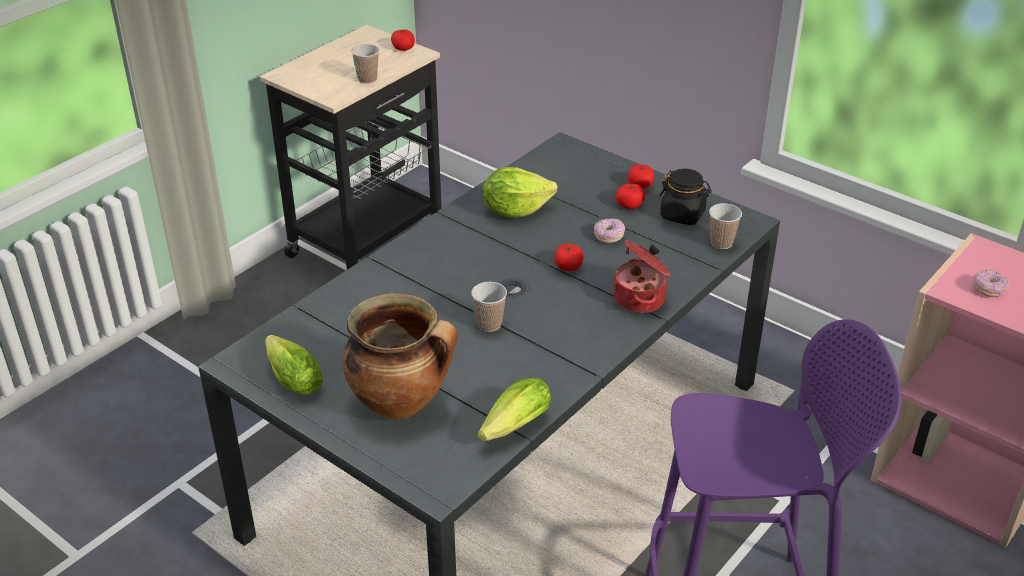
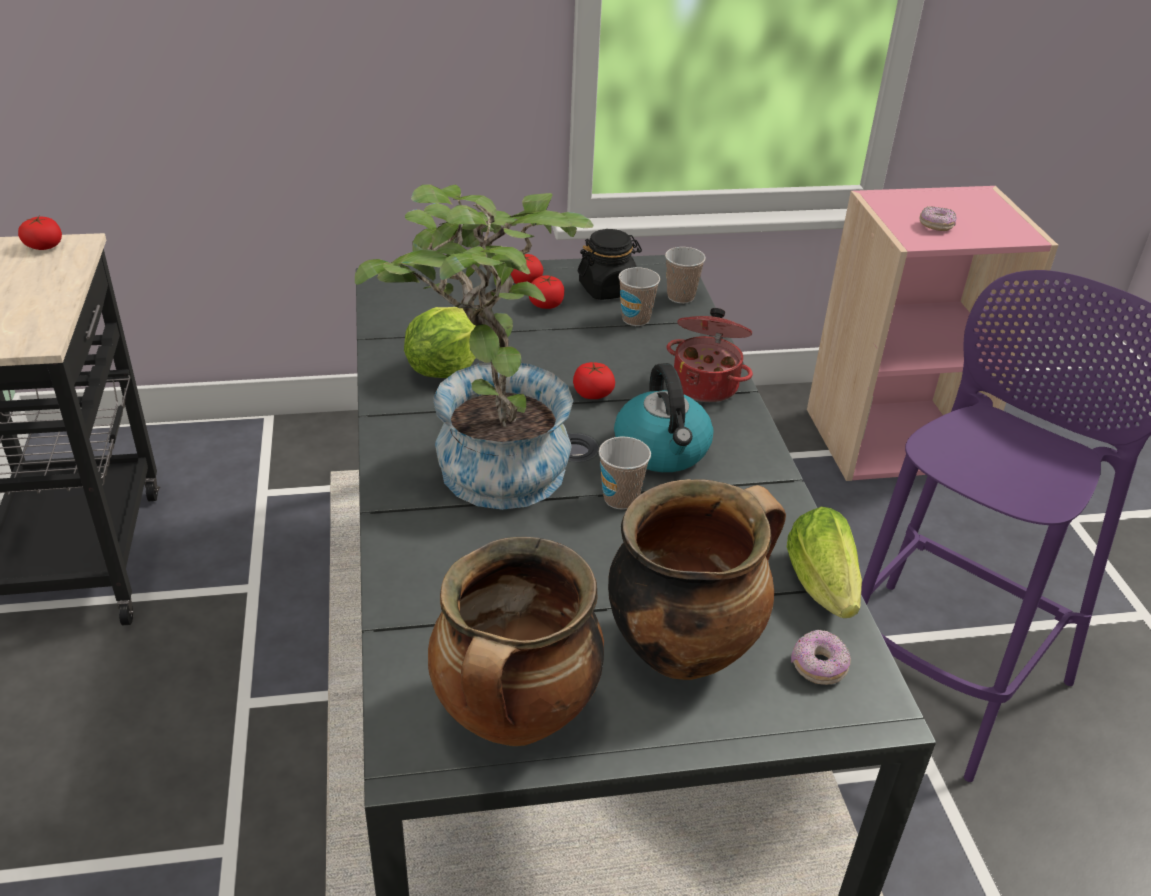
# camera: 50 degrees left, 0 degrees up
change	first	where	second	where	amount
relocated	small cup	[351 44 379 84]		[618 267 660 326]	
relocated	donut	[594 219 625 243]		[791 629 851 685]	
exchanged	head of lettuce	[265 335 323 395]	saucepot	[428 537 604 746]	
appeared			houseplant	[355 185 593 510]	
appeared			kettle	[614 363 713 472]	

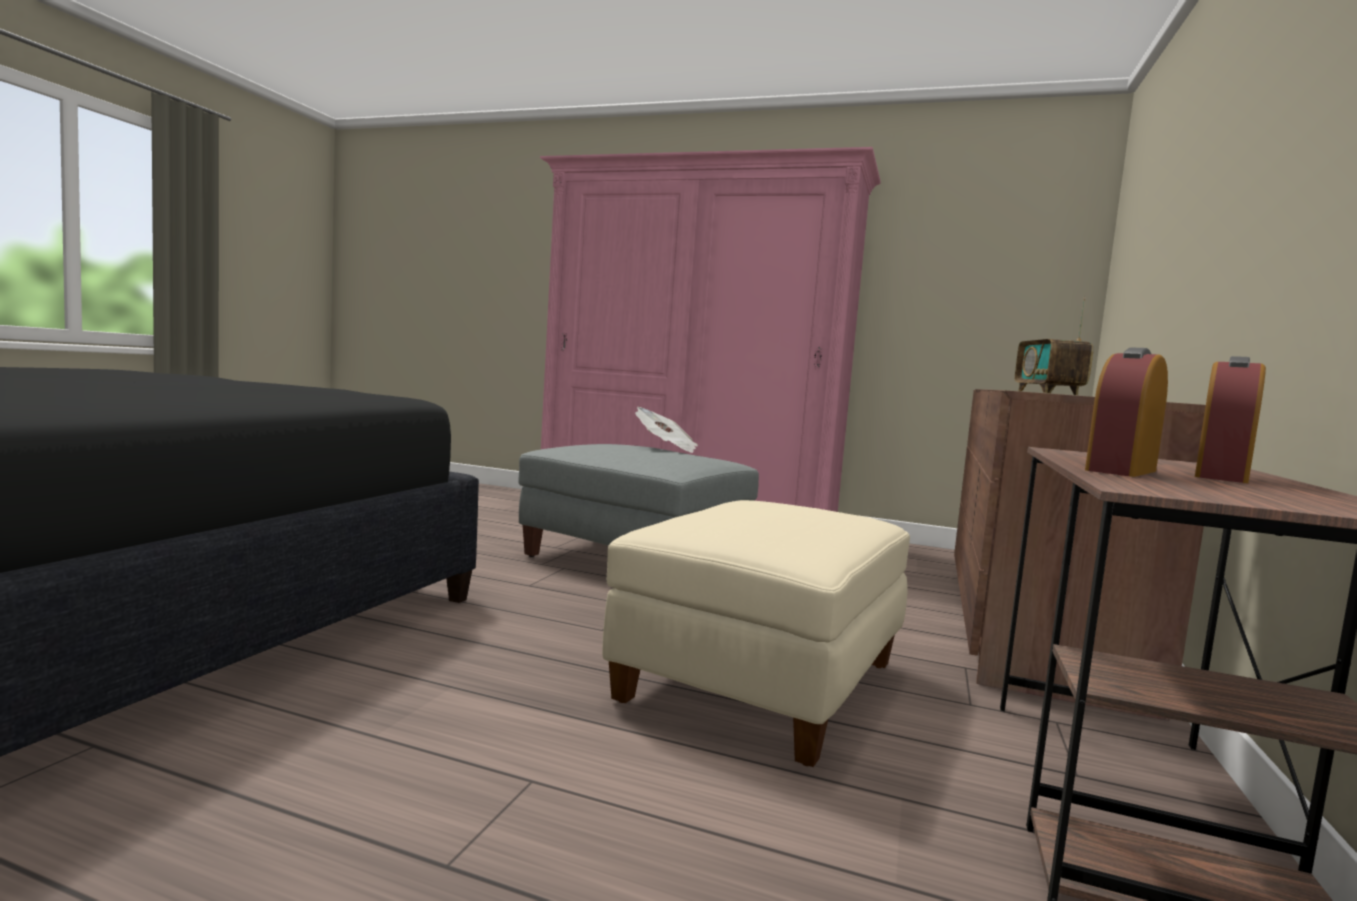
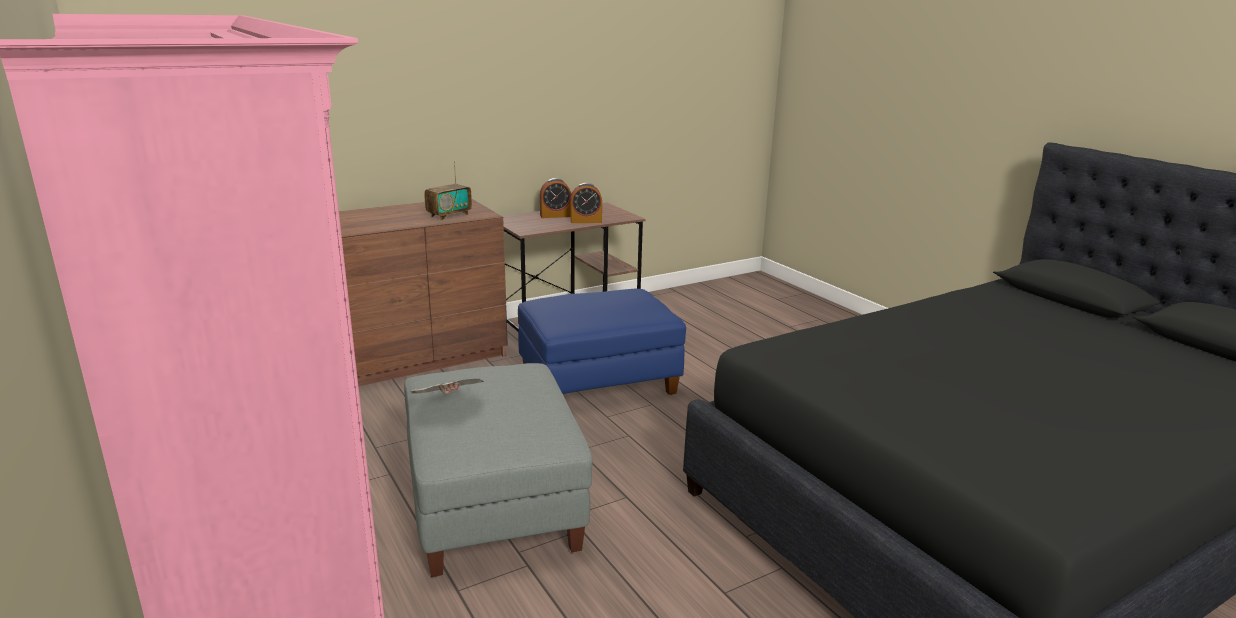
# camera: 140 degrees left, 15 degrees up
change	first	where	second	where	amount
colour	beige-coloured ottoman	[602 500 910 767]	bluish ottoman	[518 289 686 395]	

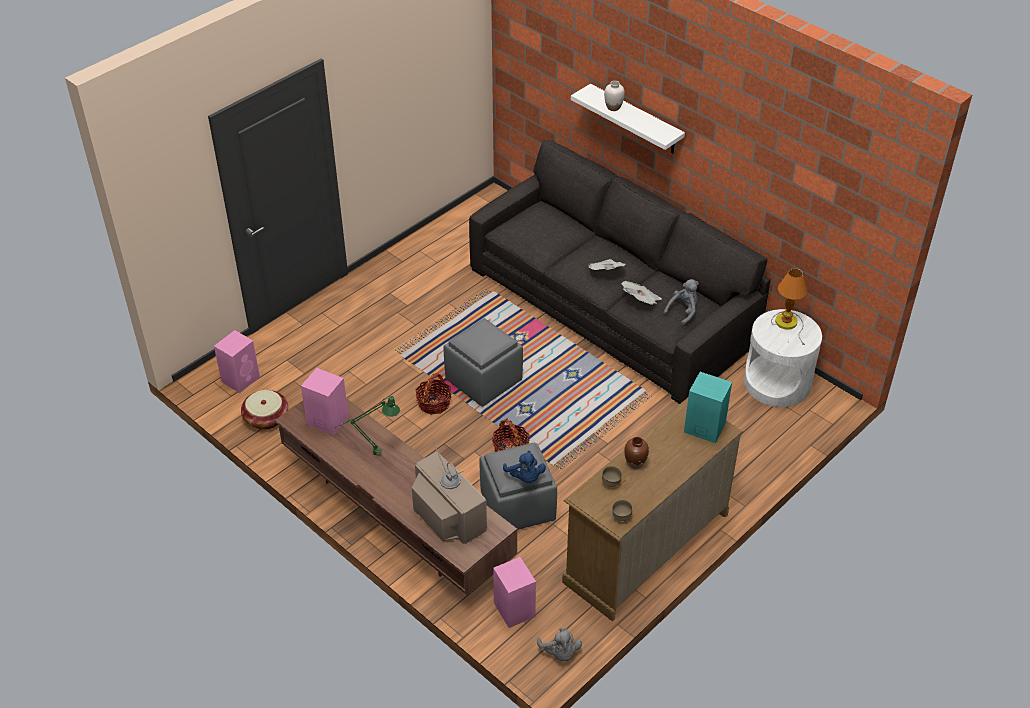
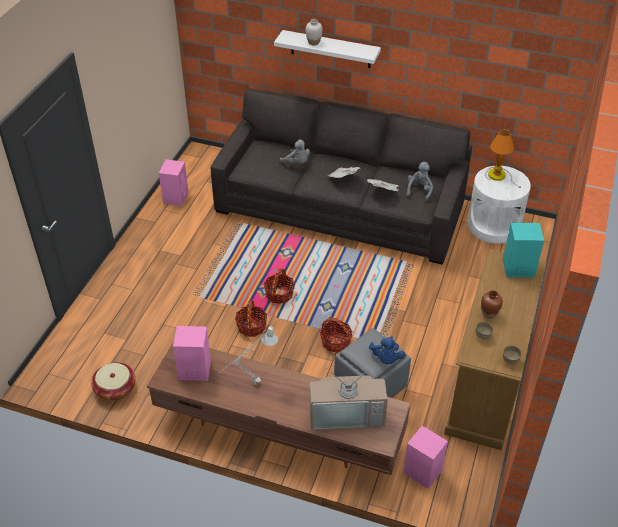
# camera: 25 degrees left, 0 degrees up
change	first	where	second	where	amount
exchanged	gray ottoman	[443 318 523 407]	basket	[264 269 295 304]	
relocated	pink-coloured loudspeaker	[214 330 260 393]		[159 159 189 206]	
colour	green-coloured table lamp	[334 396 400 455]	gray table lamp	[219 326 278 385]	
spun	TV set	[412 439 487 544]		[310 366 388 430]	150 degrees clockwise
spun	bluish cuddly toy	[503 451 546 483]		[369 336 405 364]	45 degrees clockwise
relocated	gray cuddly toy	[537 628 582 661]		[280 139 310 164]	

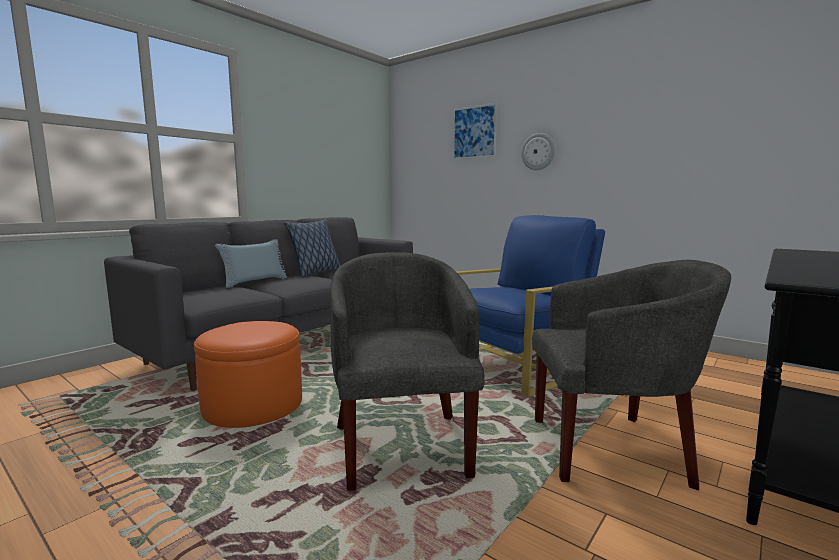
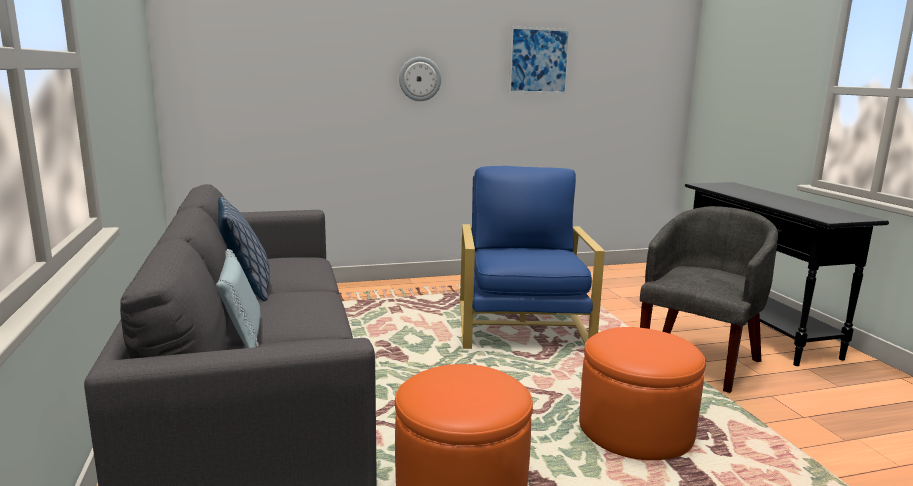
# camera: 55 degrees left, 5 degrees up
change	first	where	second	where	amount
relocated	wall art	[453 103 497 160]		[508 27 571 94]	
exchanged	gray armchair	[330 252 485 491]	orangey ottoman	[579 327 706 460]	

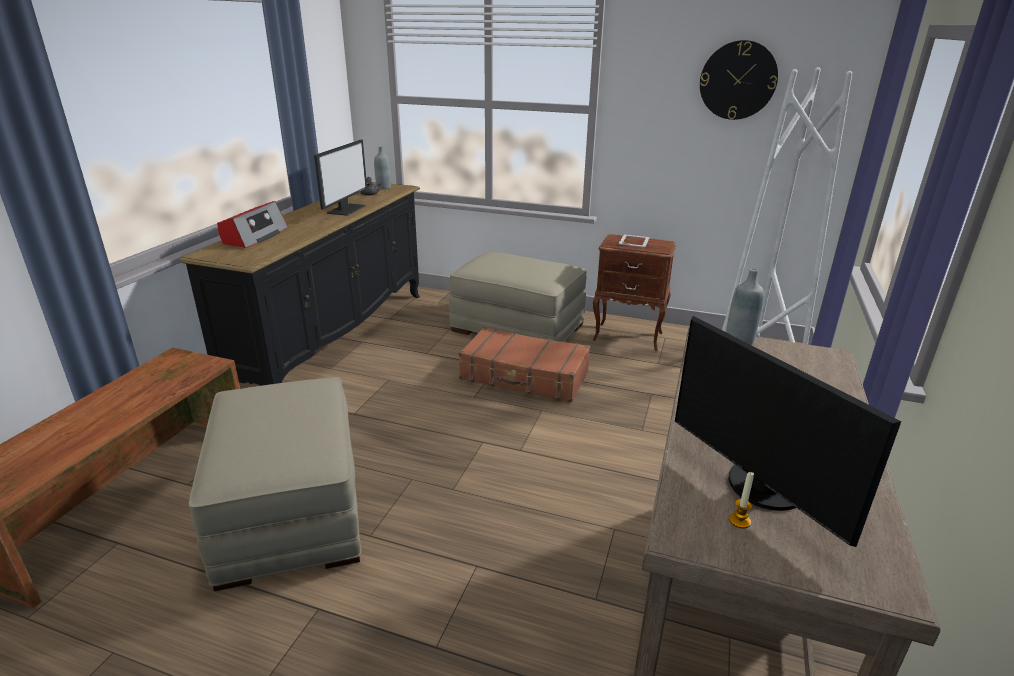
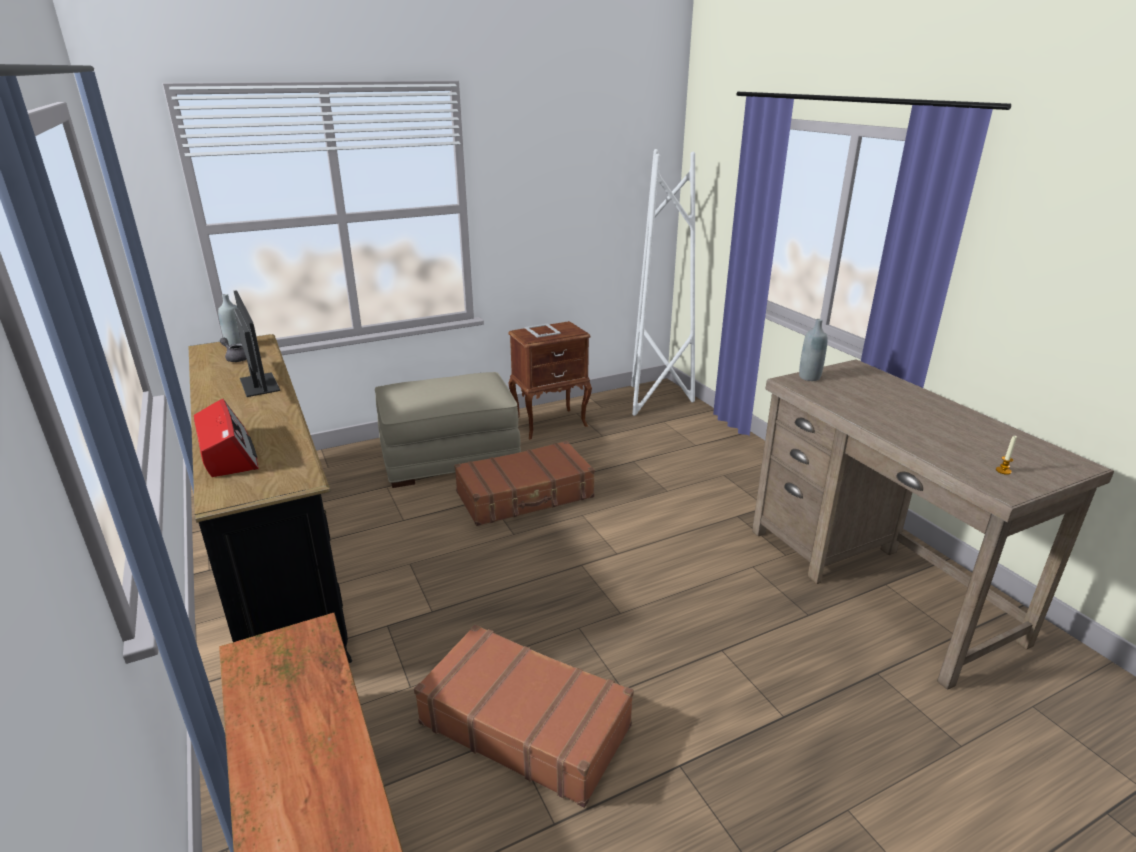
# camera: 45 degrees left, 0 degrees up
change	first	where	second	where	amount
missing	clock on the wall	[700 40 778 120]			
missing	computer screen	[675 316 901 547]			
exchanged	beige-coloured ottoman	[189 377 361 591]	brown suitcase	[414 624 634 808]	

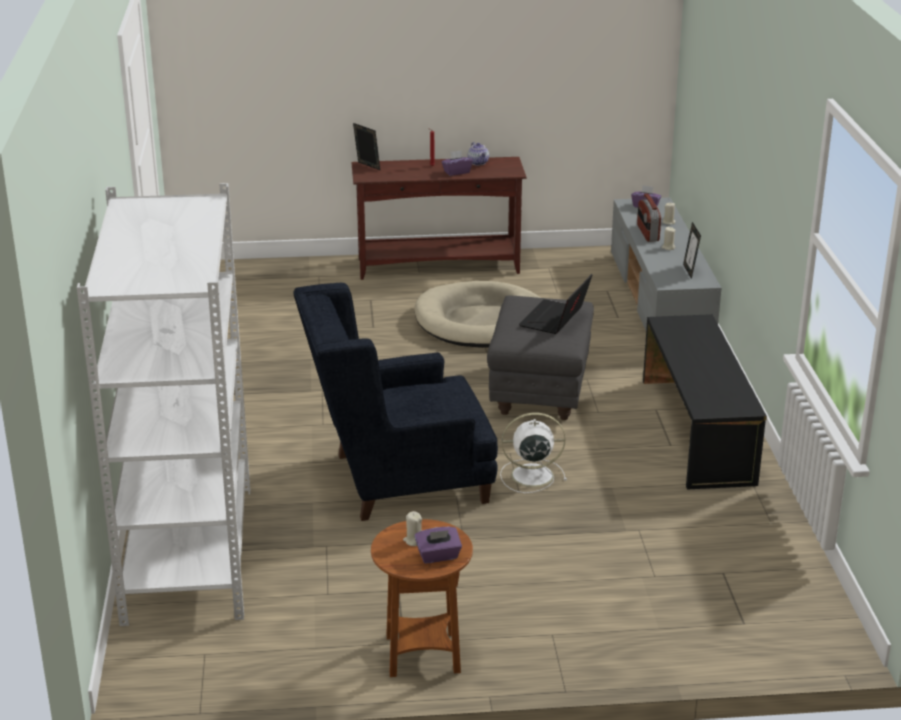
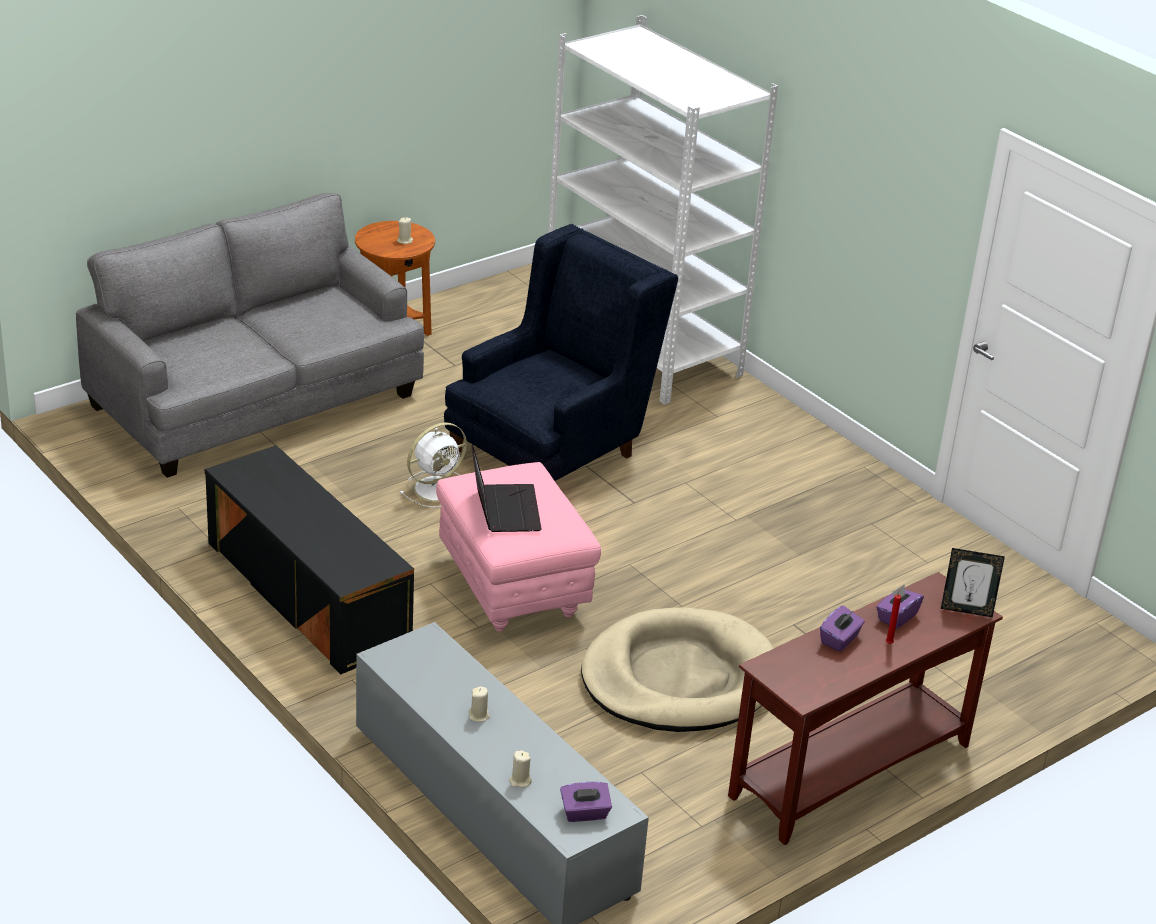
# camera: 145 degrees right, 5 degrees up
change	first	where	second	where	amount
missing	teapot	[468 142 489 166]			
missing	radio receiver	[637 194 661 242]			
missing	photo frame	[683 222 701 279]			
colour	gray ottoman	[487 295 594 420]	pink-coloured ottoman	[436 462 601 632]	
relocated	purplish tissue holder	[415 527 462 563]		[876 584 924 629]	
appeared			gray settee	[76 193 424 478]	

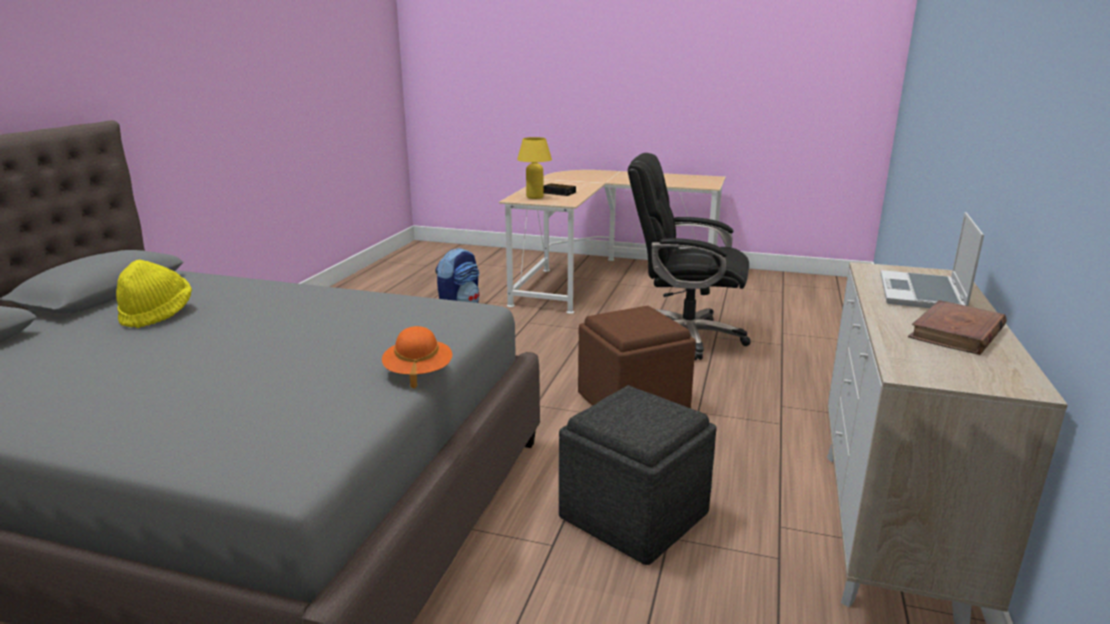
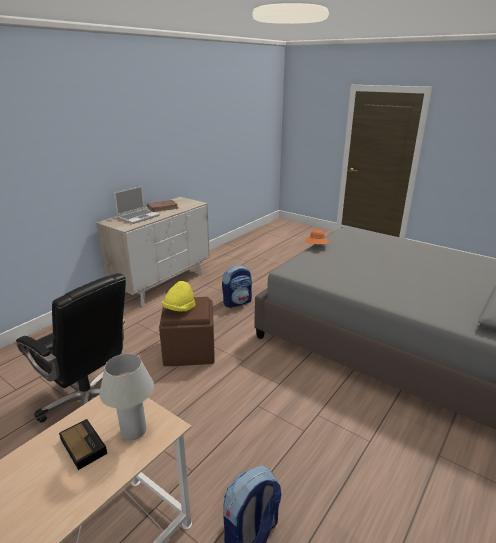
# camera: 160 degrees left, 5 degrees up
change	first	where	second	where	amount
colour	yellowish table lamp	[517 137 552 199]	white-coloured table lamp	[99 354 154 440]	
relocated	yellowish hat	[116 260 192 328]		[161 281 195 311]	
exchanged	gray ottoman	[559 385 717 565]	backpack	[222 265 252 308]	

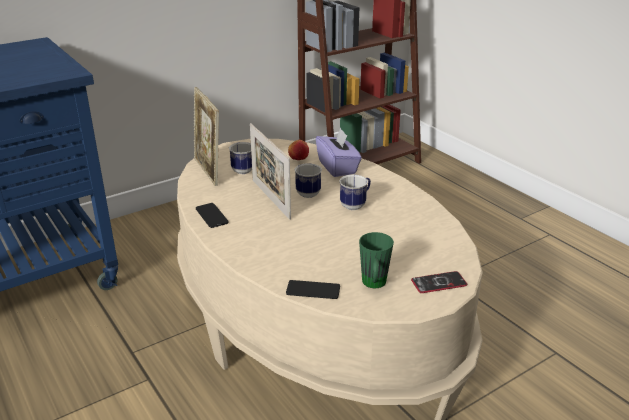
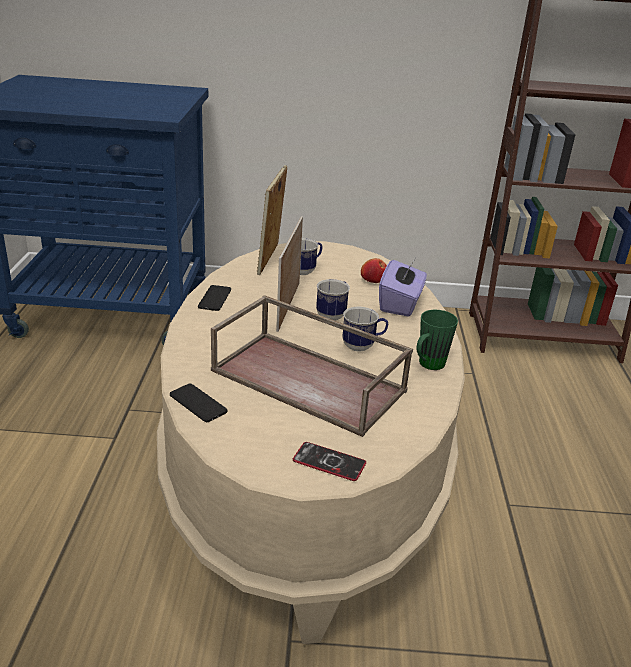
# camera: 35 degrees right, 0 degrees up
change	first	where	second	where	amount
relocated	green-coloured tea mug	[359 232 394 288]		[416 310 458 370]	
appeared			brown tray	[211 295 413 437]	

